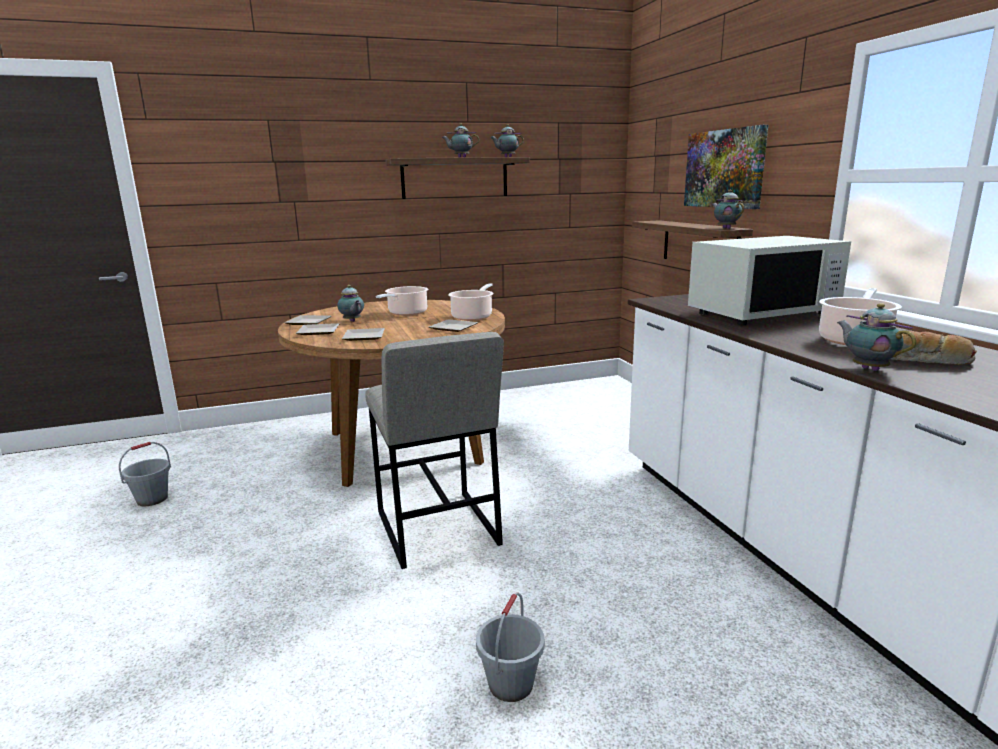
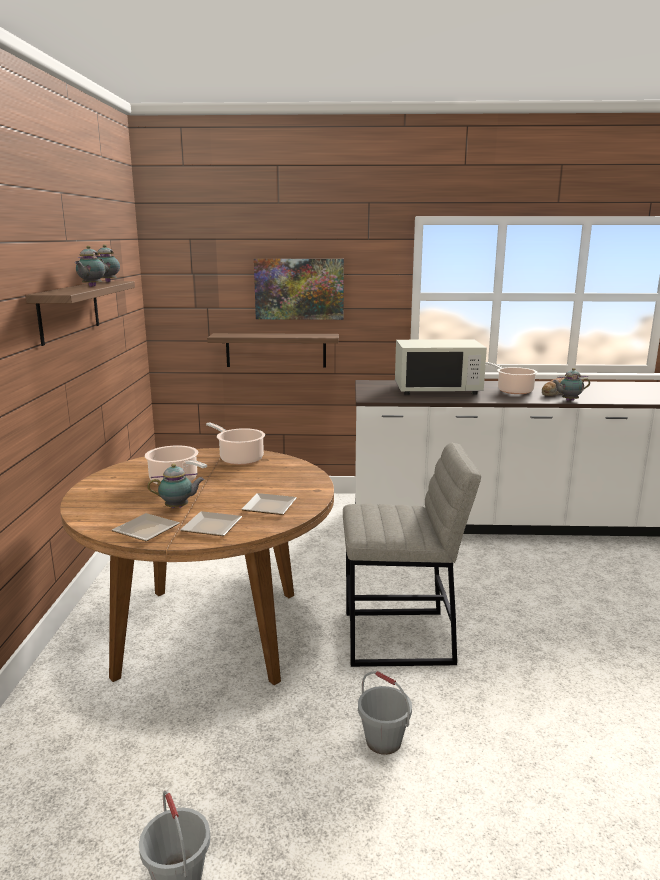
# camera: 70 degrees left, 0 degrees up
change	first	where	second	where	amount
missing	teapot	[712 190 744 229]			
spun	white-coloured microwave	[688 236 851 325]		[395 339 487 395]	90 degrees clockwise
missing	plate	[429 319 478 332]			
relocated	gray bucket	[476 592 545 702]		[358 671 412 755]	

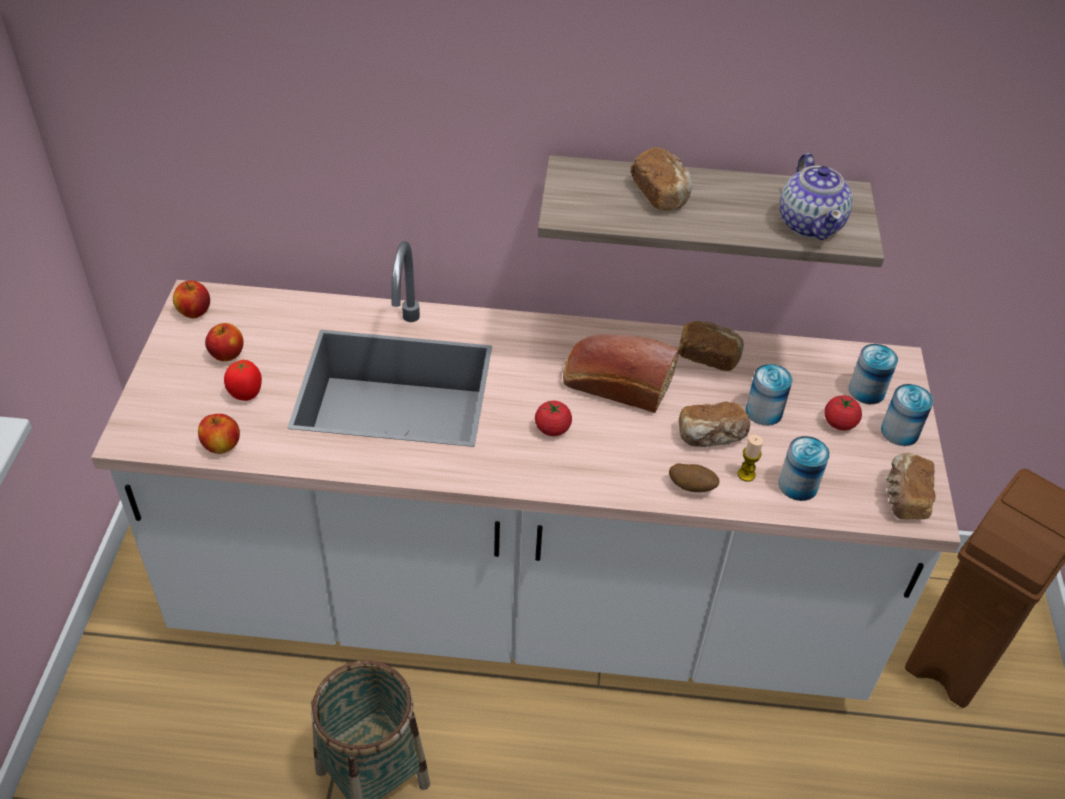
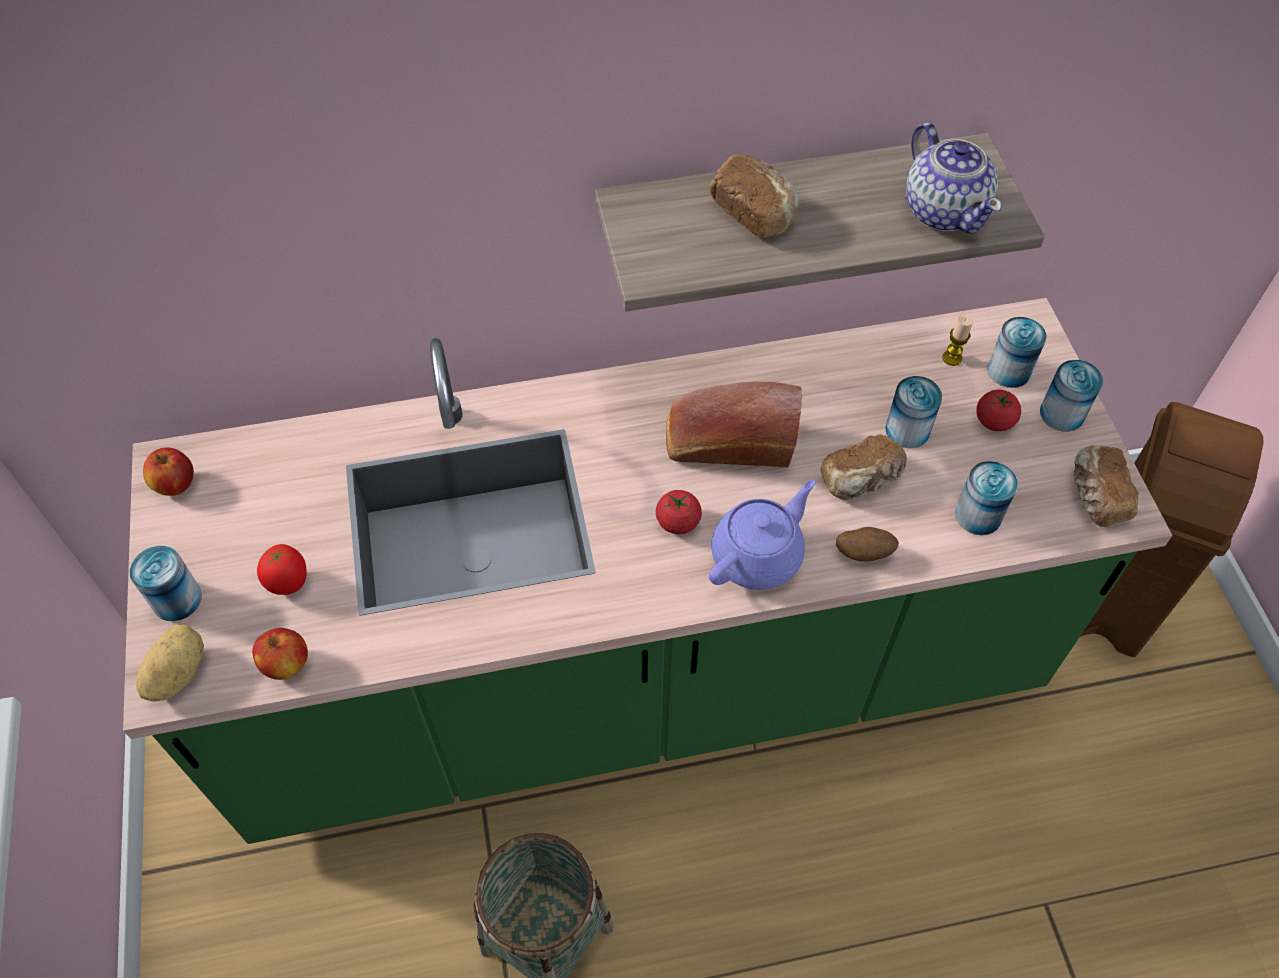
# camera: 15 degrees left, 10 degrees up
change	first	where	second	where	amount
colour	white-coloured kitchen base unit	[91 241 961 700]	green-coloured kitchen base unit	[123 298 1173 844]	
missing	bread	[679 321 744 371]			
missing	whole apple	[205 323 244 362]			
relocated	wax candle	[738 434 763 481]		[942 314 973 366]	
appeared			purplish teapot	[709 480 816 590]	
appeared			metal can	[130 546 202 621]	
appeared			potato	[136 624 204 702]	

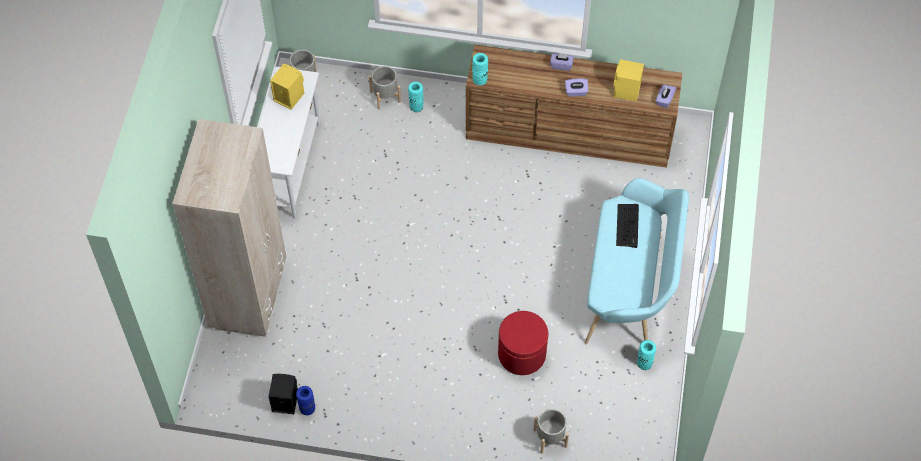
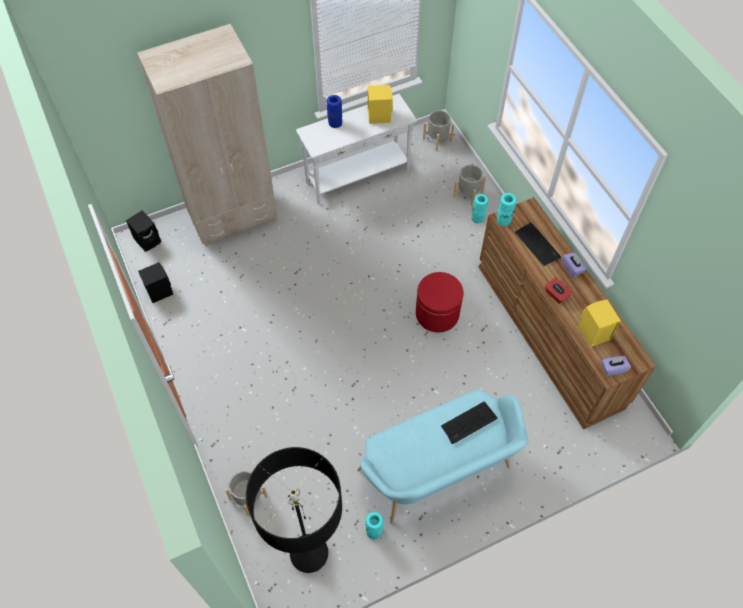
# camera: 55 degrees right, 0 degrees up
change	first	where	second	where	amount
colour	purplish tissue holder	[565 79 589 97]	red-coloured tissue holder	[545 277 572 304]	
relocated	red-coloured ottoman	[498 311 548 375]		[416 272 464 332]	
relocated	bluish flower vase	[296 386 315 415]		[327 95 342 128]	
appeared			black-coloured loudspeaker	[126 210 161 252]	
appeared			keyboard	[515 222 561 266]	
appeared			black-coloured standing lamp	[246 447 342 573]	

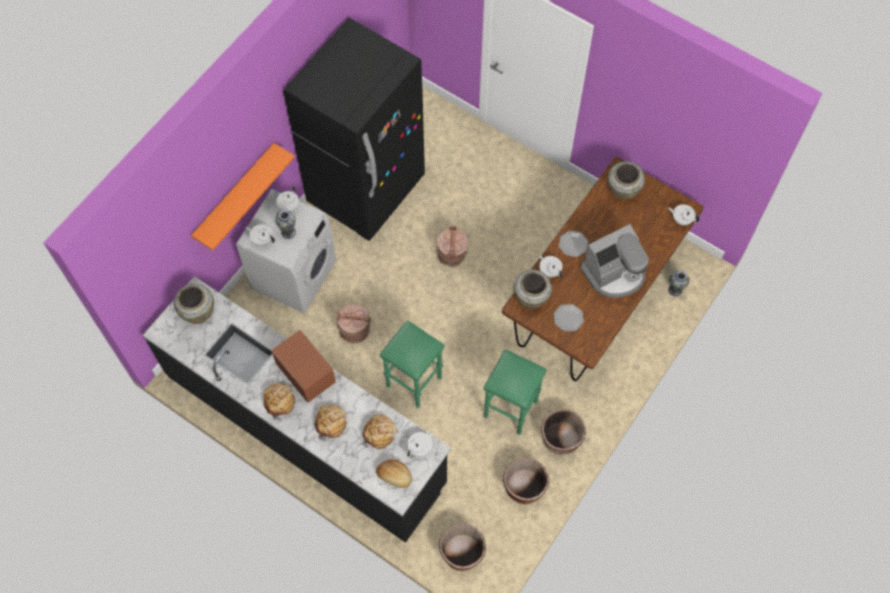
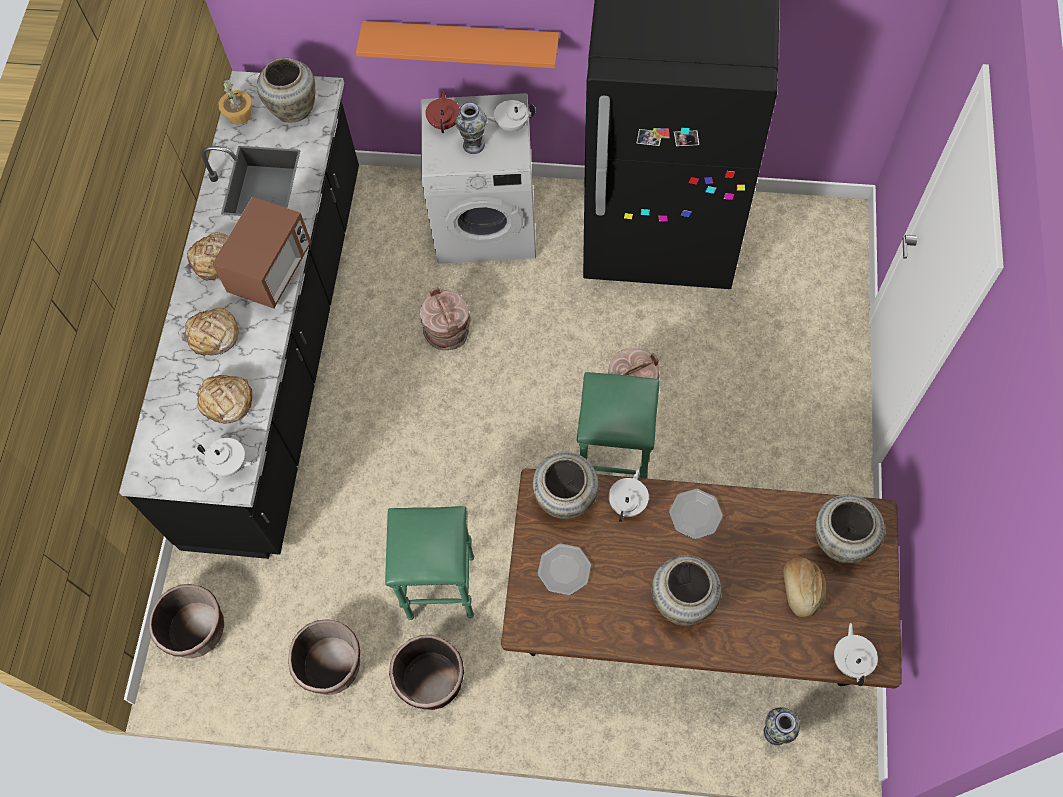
# camera: 65 degrees right, 0 degrees up
change	first	where	second	where	amount
colour	white-coloured teapot	[245 224 275 246]	red-coloured teapot	[425 90 460 133]	
exchanged	coffee brewer	[581 224 649 298]	beige-coloured flower vase	[651 555 721 626]	
relocated	green-coloured stool	[379 320 445 408]		[577 372 660 479]	
relocated	bread	[376 459 412 488]		[783 557 826 617]	
appeared			houseplant	[219 78 252 125]	

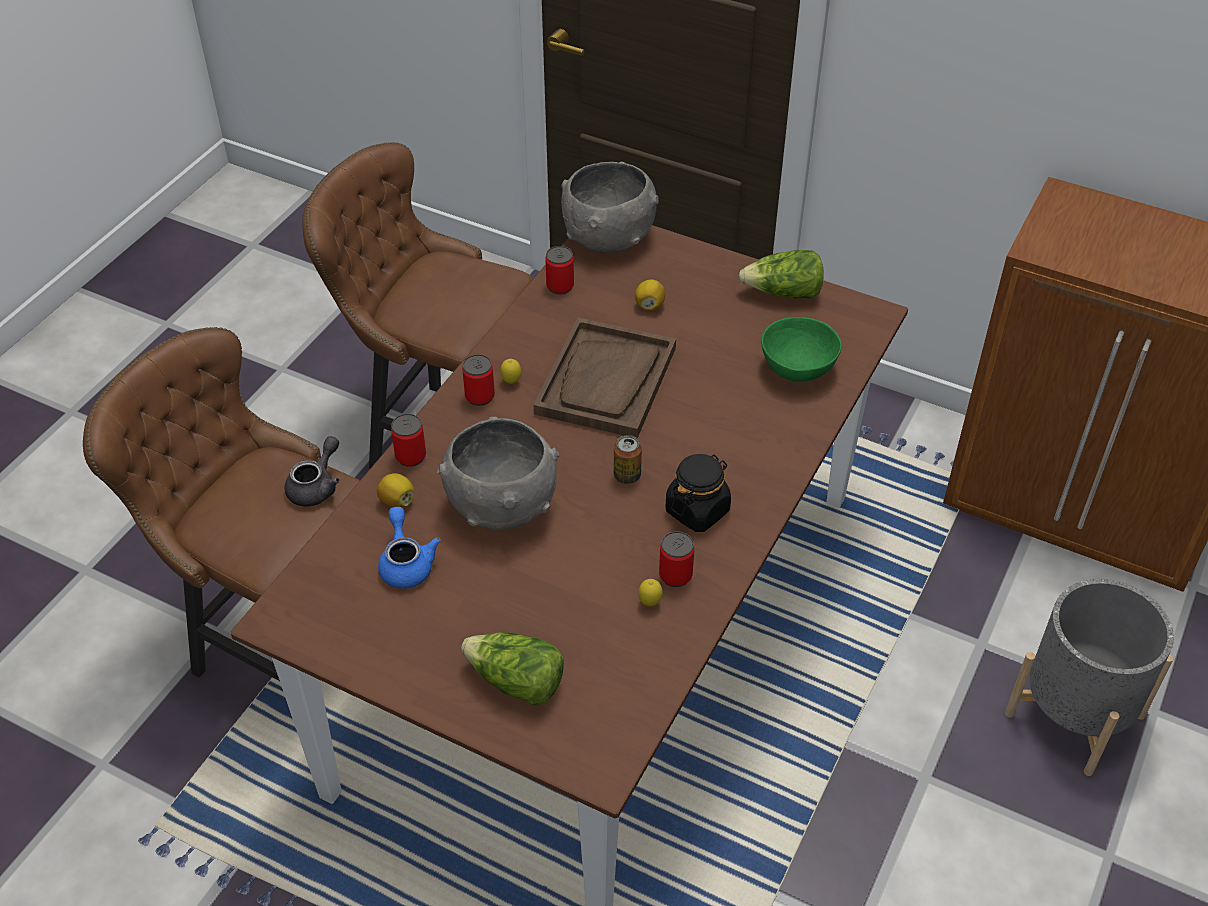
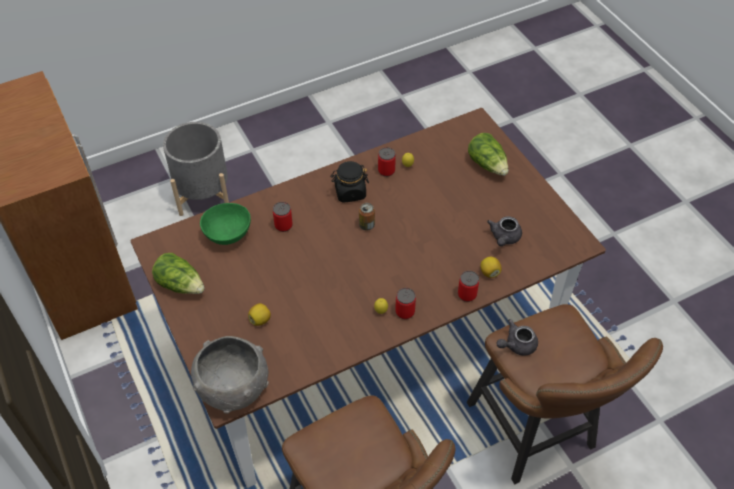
# camera: 145 degrees left, 5 degrees up
change	first	where	second	where	amount
relocated	metal can	[545 246 574 295]		[273 202 293 232]	
missing	brown tray	[534 318 676 438]			
missing	gray serving bowl	[437 417 559 530]			
colour	bluish teapot	[378 507 441 589]	gray teapot	[487 216 522 246]	

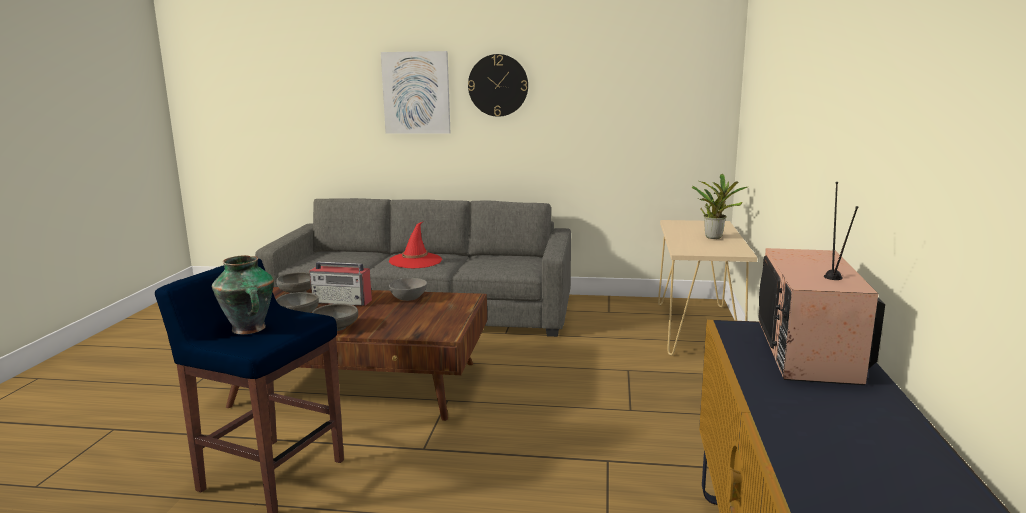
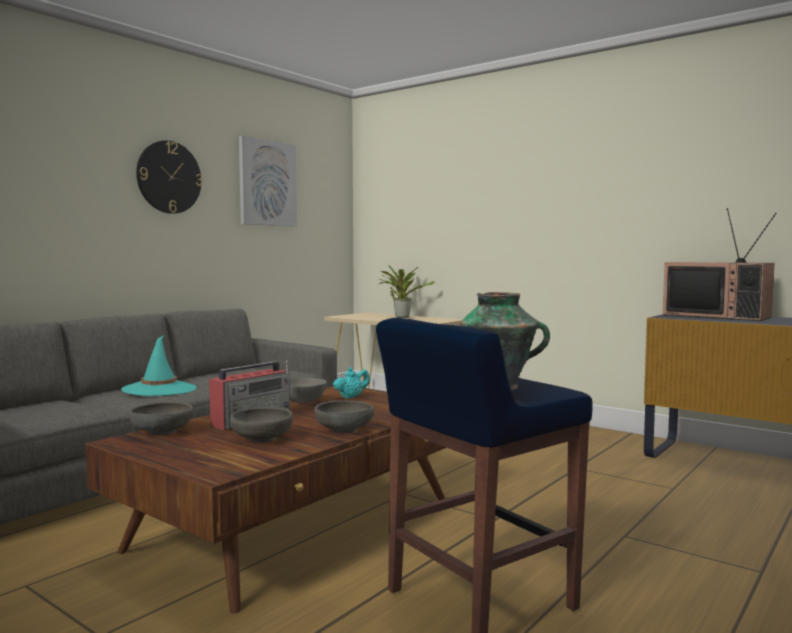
# camera: 60 degrees left, 10 degrees down
change	first	where	second	where	amount
relocated	wall art	[381 51 450 134]		[239 136 297 226]	
colour	red-coloured hat	[389 222 442 268]	blue-green hat	[121 335 196 396]	
appeared			blue-green teapot	[333 367 370 399]	

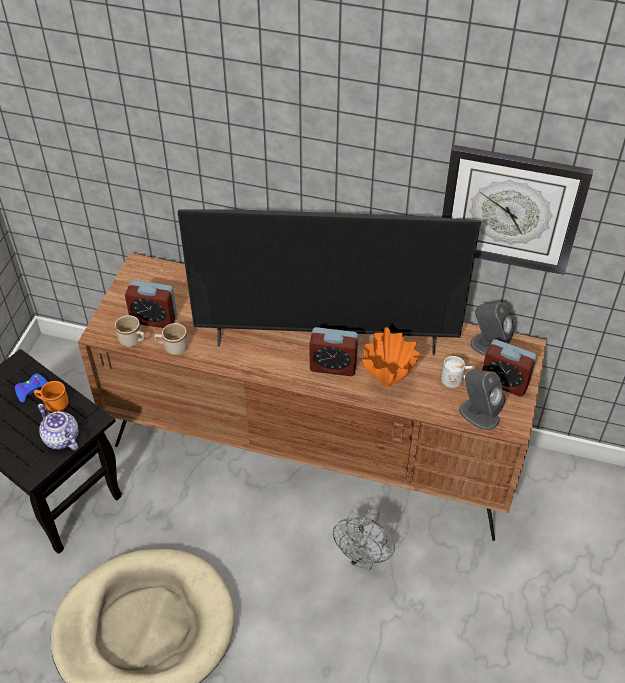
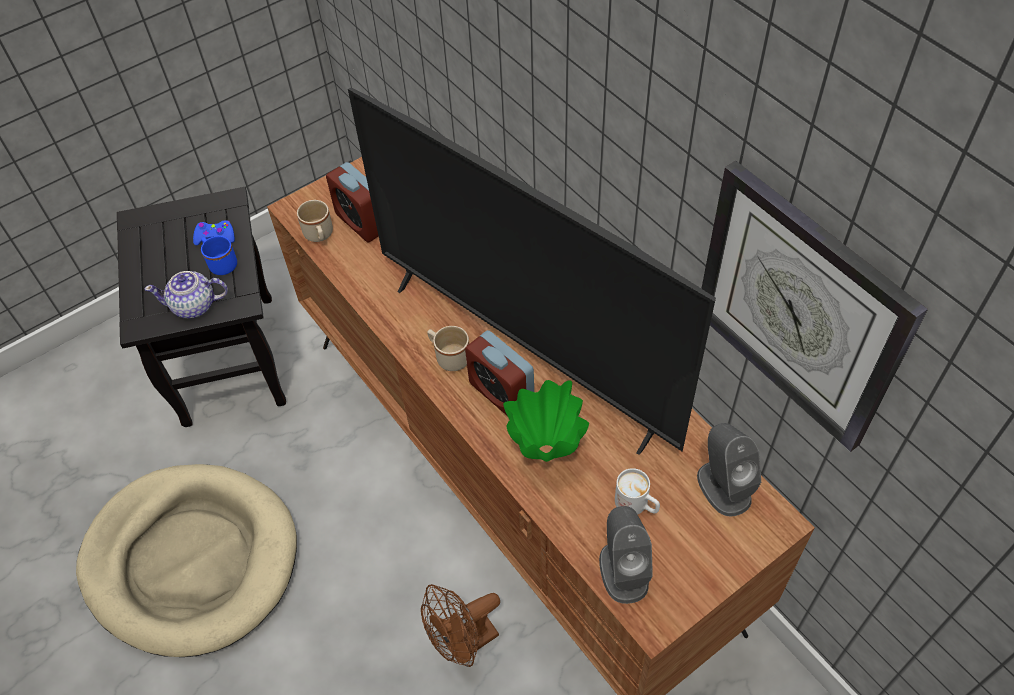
# camera: 40 degrees right, 5 degrees up
change	first	where	second	where	amount
relocated	beige-coloured tea mug	[154 323 188 355]		[427 326 469 371]	
colour	orangey flower vase	[362 327 420 387]	green-coloured flower vase	[503 380 589 462]	
missing	table clock	[482 339 537 397]			
colour	orangey tea mug	[34 381 68 412]	bluish tea mug	[201 236 237 275]	
spun	teapot	[38 404 79 451]		[144 271 228 318]	90 degrees counterclockwise
colour	gray fan	[333 508 395 571]	brown fan	[421 584 500 667]	

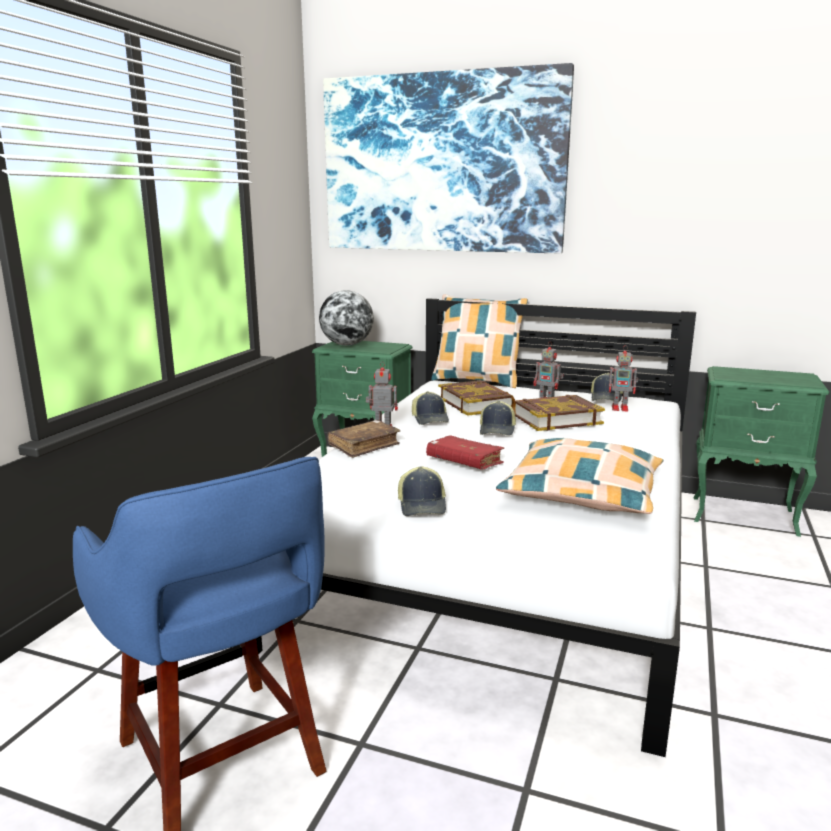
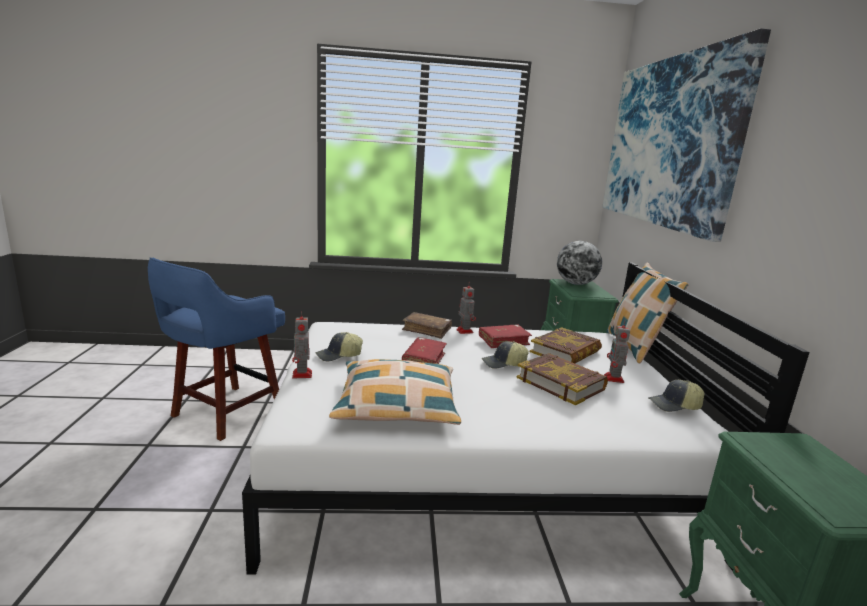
# camera: 65 degrees right, 0 degrees up
change	first	where	second	where	amount
relocated	toy robot	[609 347 638 412]		[292 311 312 378]	
exchanged	cap	[412 391 449 425]	red-coloured book	[479 324 532 348]	

